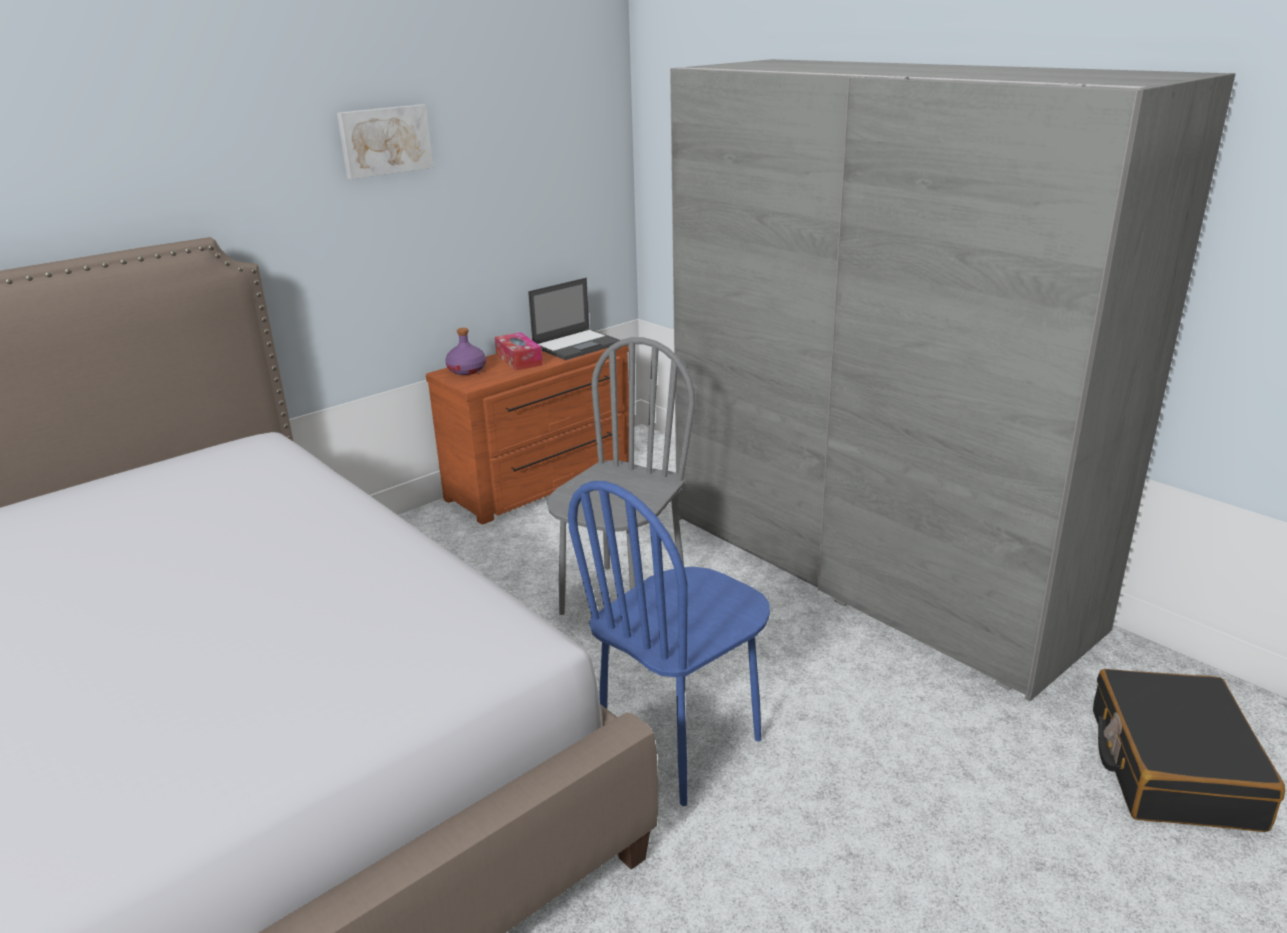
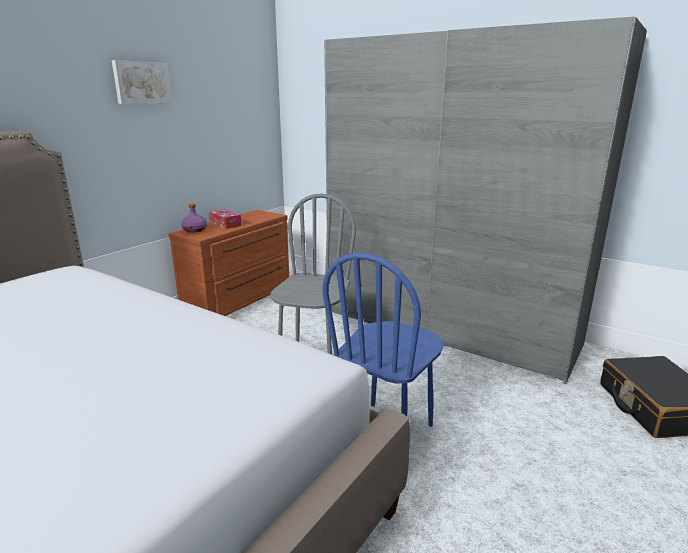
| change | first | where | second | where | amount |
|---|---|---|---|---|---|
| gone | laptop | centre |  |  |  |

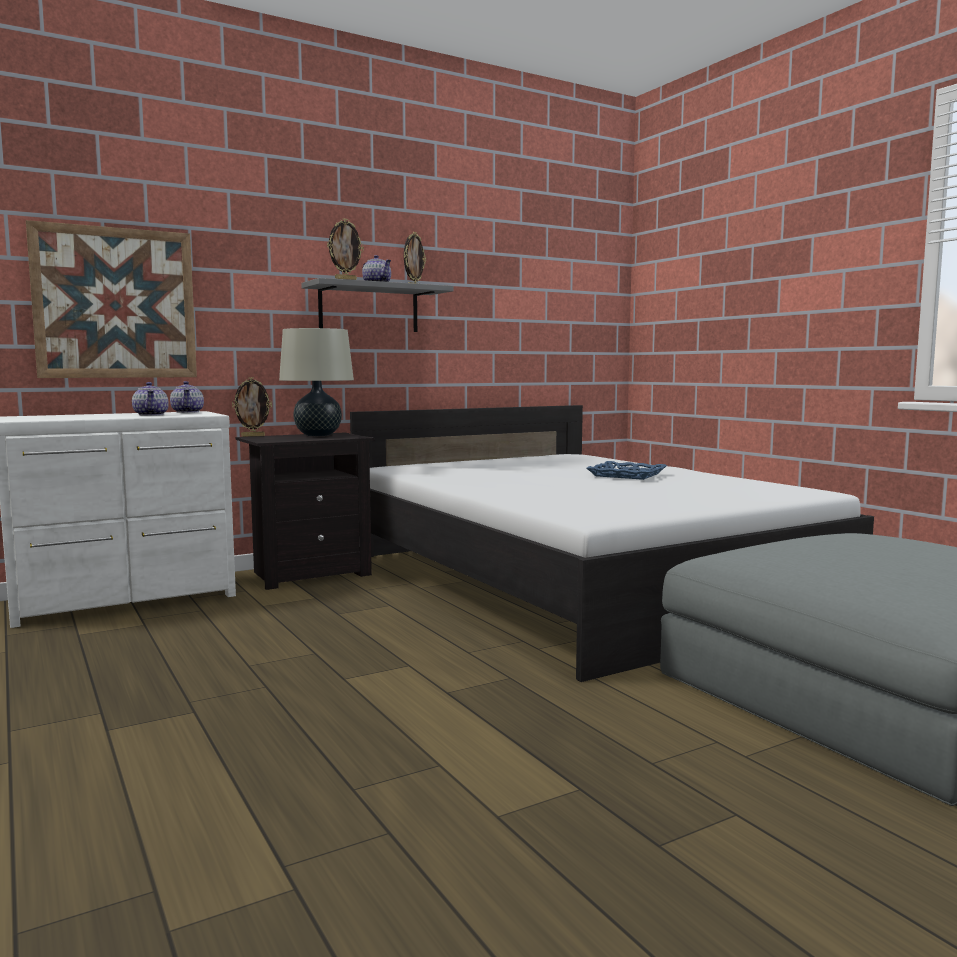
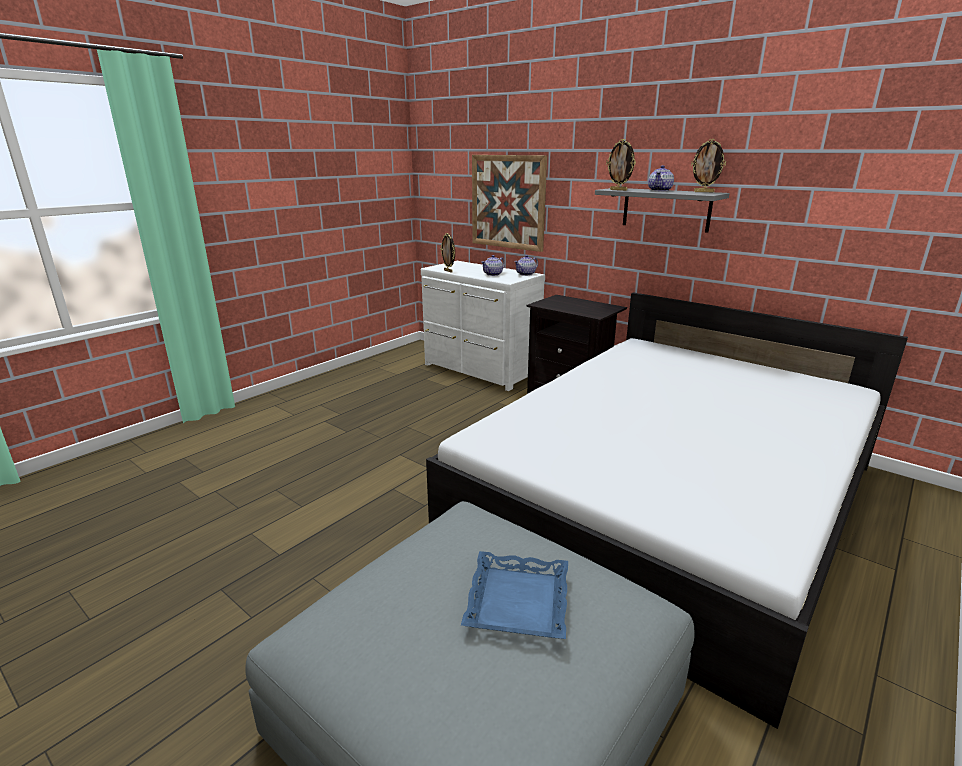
| change | first | where | second | where | amount |
|---|---|---|---|---|---|
| gone | table lamp in beige | middle left |  |  |  |
| shifted | picture frame (no. 1 from left) | middle left |  | top centre |  |
| shifted | tray in blue | centre |  | bottom centre |  |

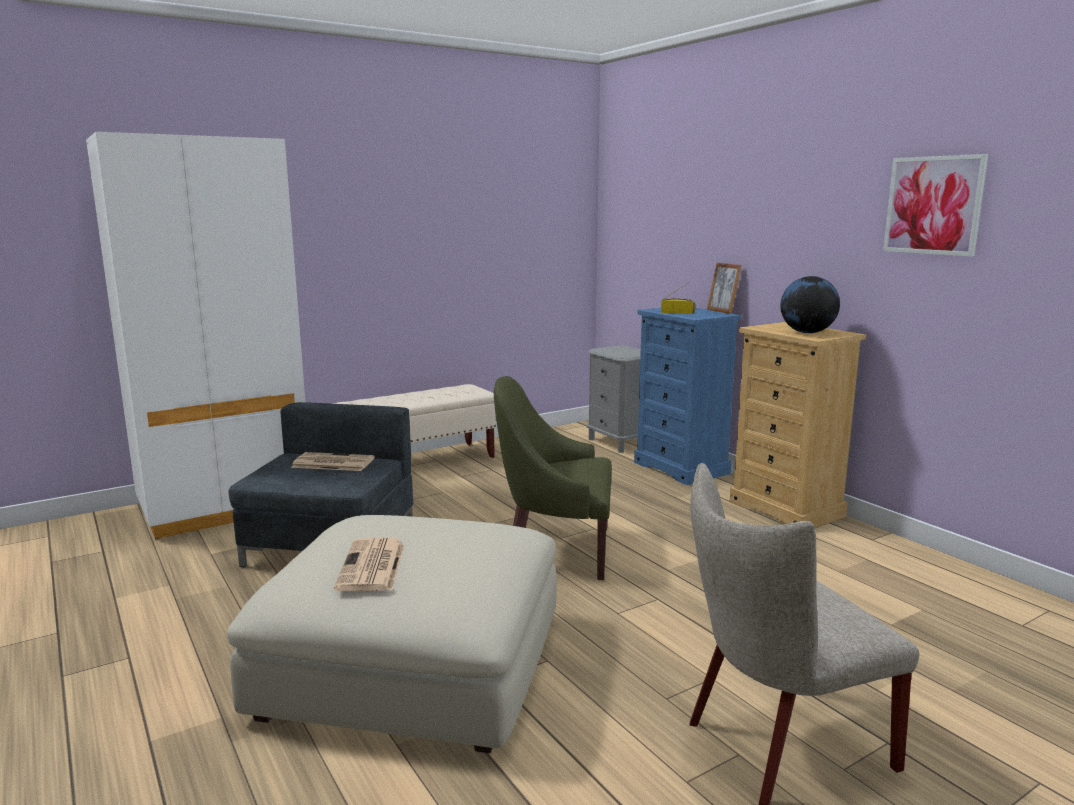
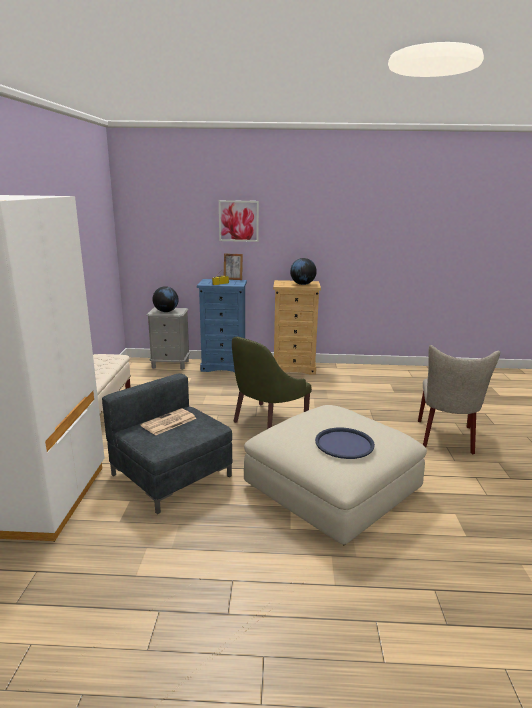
| change | first | where | second | where | amount |
|---|---|---|---|---|---|
| shifted | picture | top right |  | top centre |  |
| swapped | newspaper (no. 2 from left) | bottom centre | tray in blue | centre |  |
| new |  |  | globe (no. 1 from left) | middle left |  |

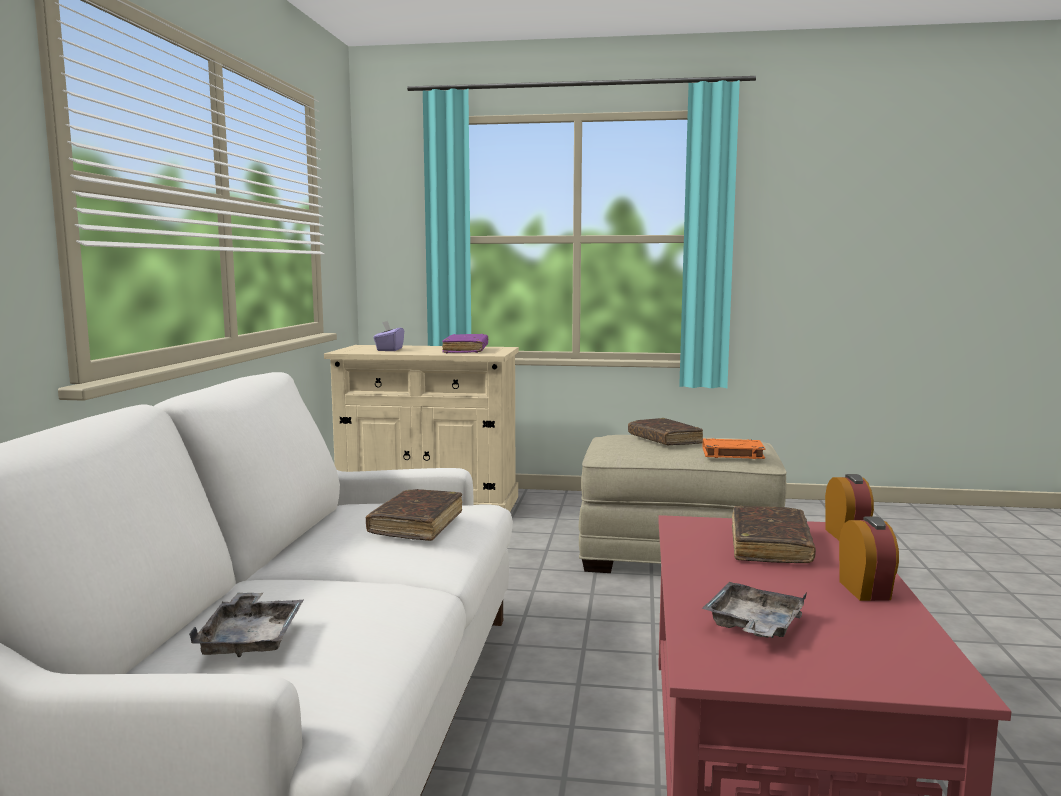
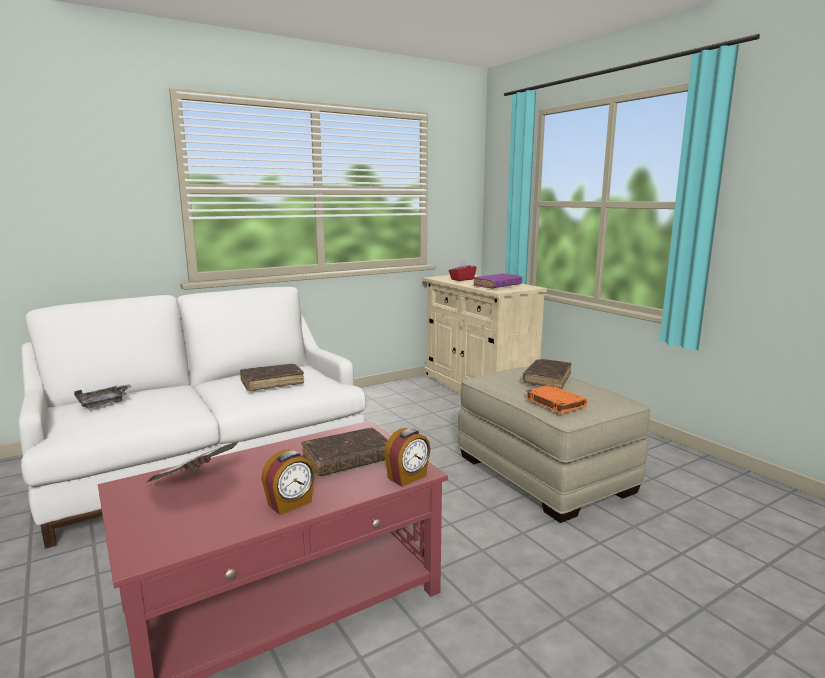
| change | first | where | second | where | amount |
|---|---|---|---|---|---|
| repainted | tissue box in purple | centre | tissue box in red | centre |  |
| swapped | tray in grey (no. 2 from left) | bottom right | newspaper | bottom left |  |

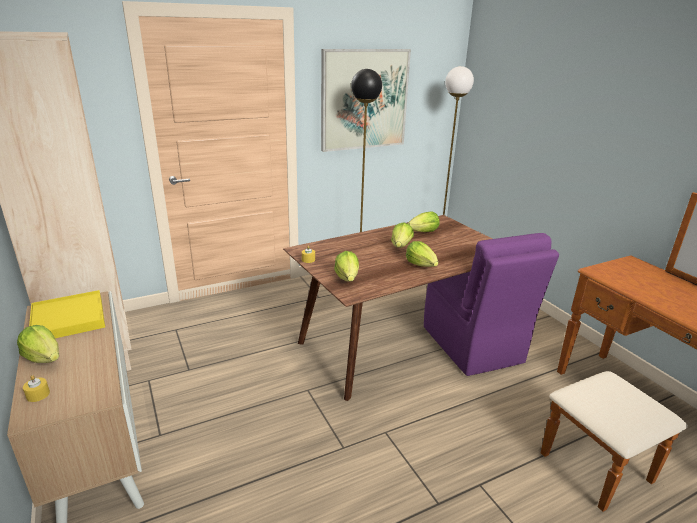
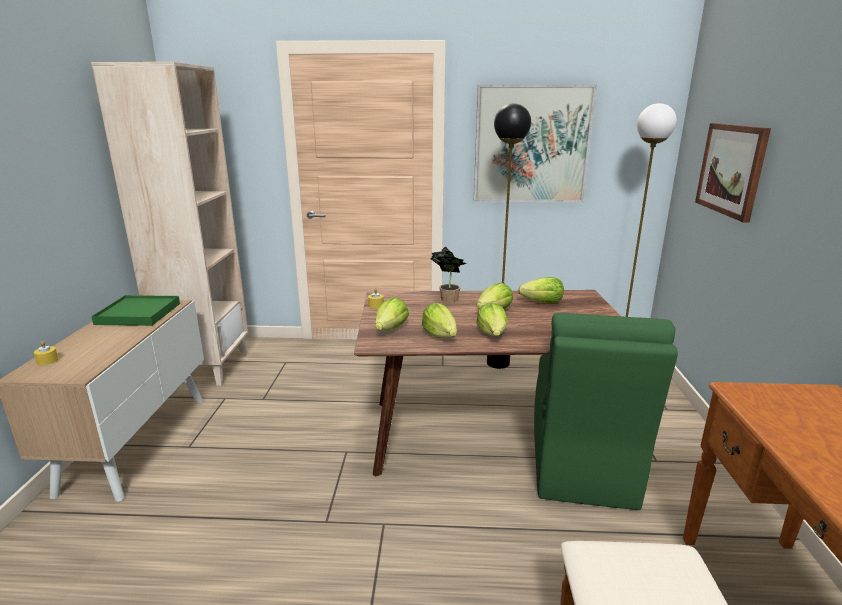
| change | first | where | second | where | amount |
|---|---|---|---|---|---|
| repainted | chair in purple | middle right | chair in green | bottom right |  |
| repainted | tray in yellow | middle left | tray in green | middle left |  |
| shifted | lettuce (no. 1 from left in the first image) | middle left | lettuce (no. 2 from left) | centre |  |
| new |  |  | picture (no. 2 from left) | top right |  |
| new |  |  | potted plant | centre |  |

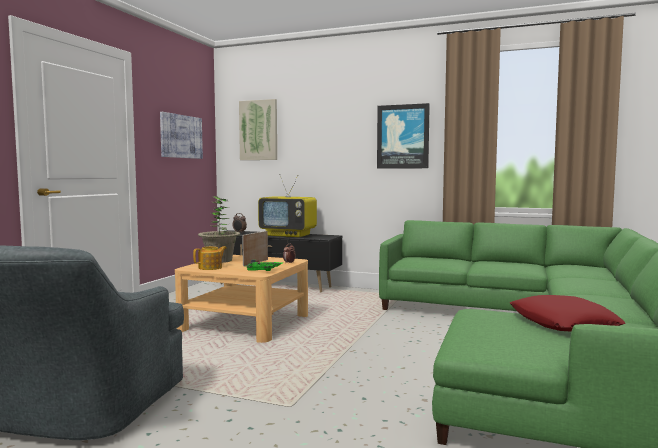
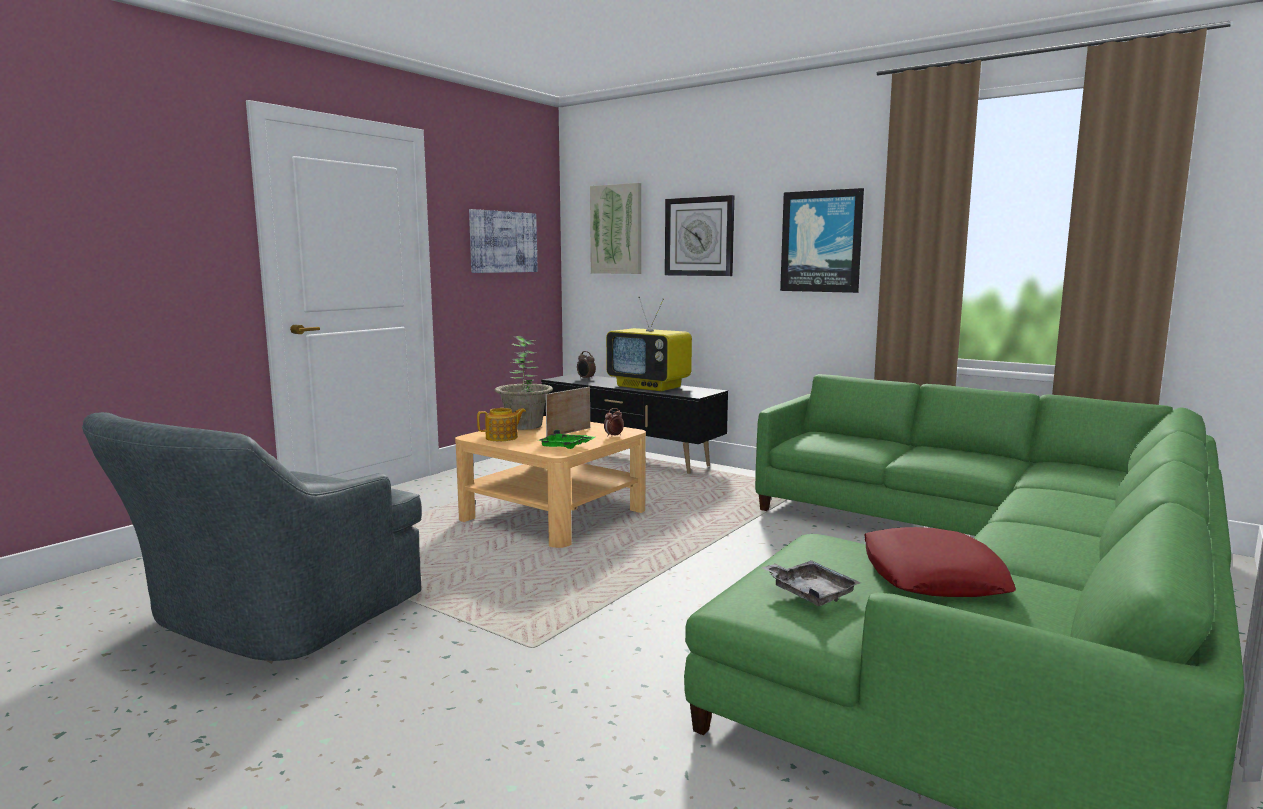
| change | first | where | second | where | amount |
|---|---|---|---|---|---|
| new |  |  | wall clock | top centre |  |
| new |  |  | tray in grey | bottom centre |  |

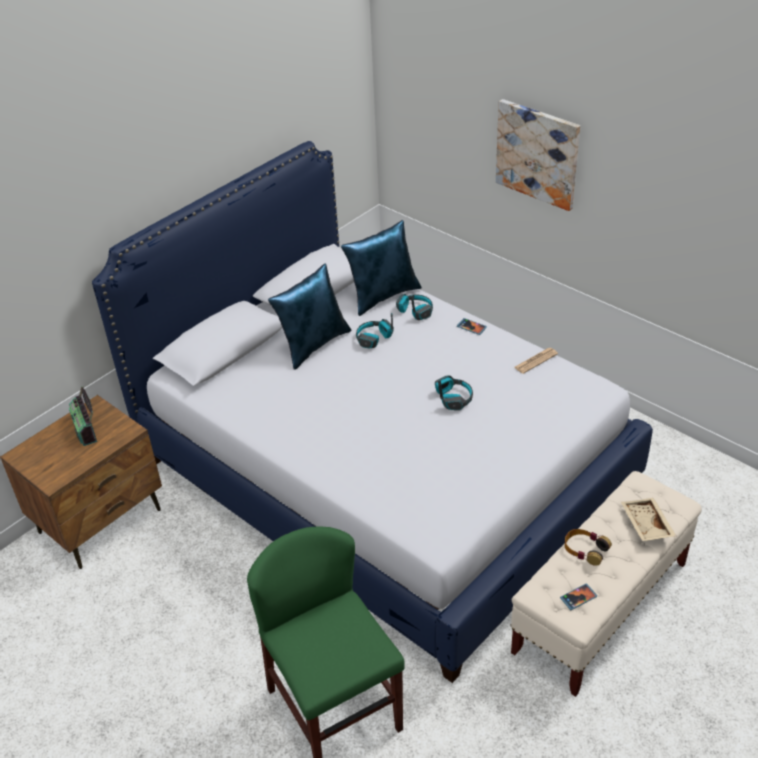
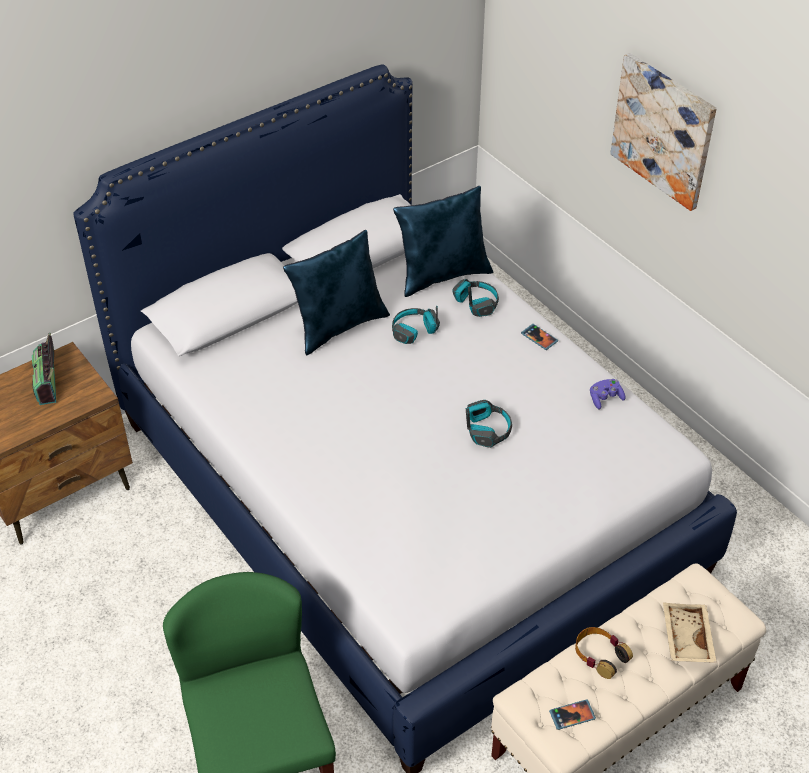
| change | first | where | second | where | amount |
|---|---|---|---|---|---|
| swapped | newspaper | middle right | game controller in purple | middle right |  |

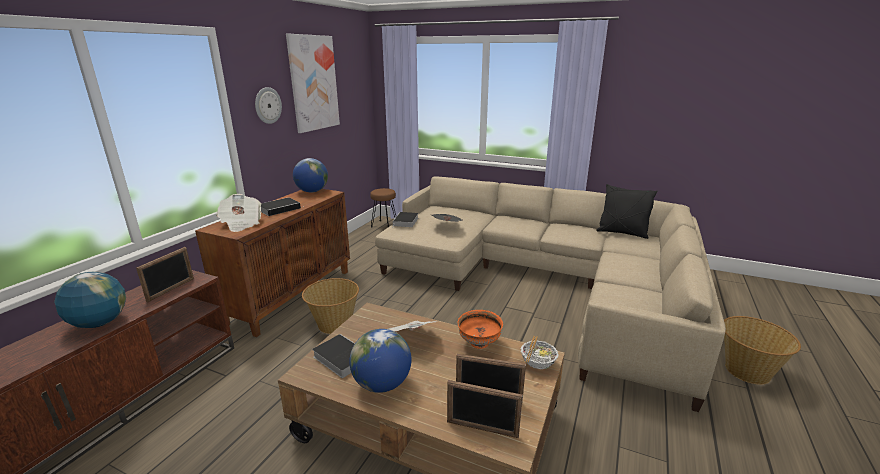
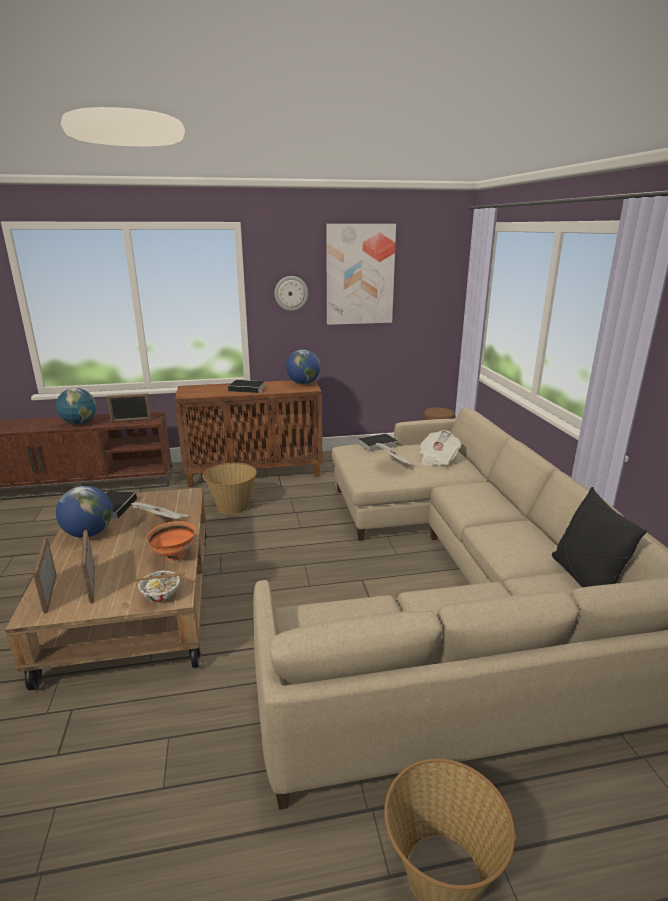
| change | first | where | second | where | amount |
|---|---|---|---|---|---|
| shifted | newspaper (no. 1 from left in the first image) | middle left | newspaper (no. 3 from left) | centre |  |

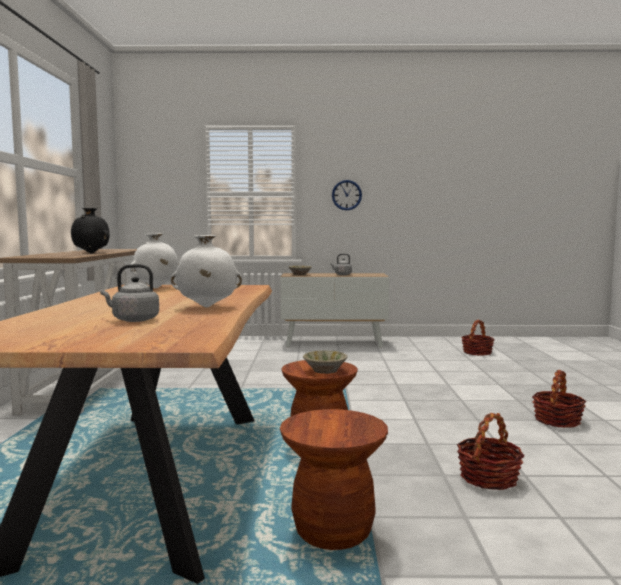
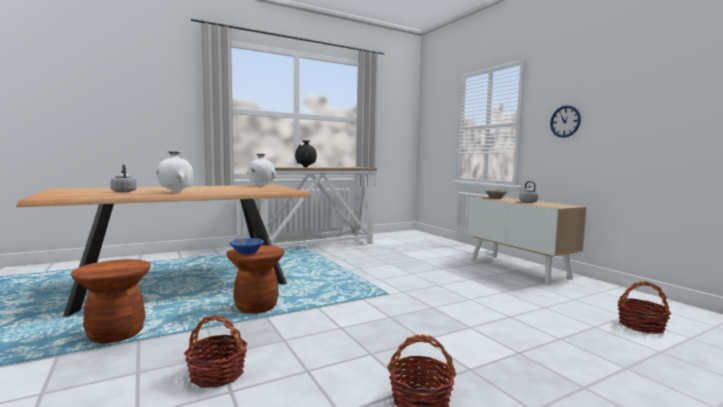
| change | first | where | second | where | amount |
|---|---|---|---|---|---|
| repainted | bowl in beige (no. 2 from left) | centre | bowl in blue | centre |  |

